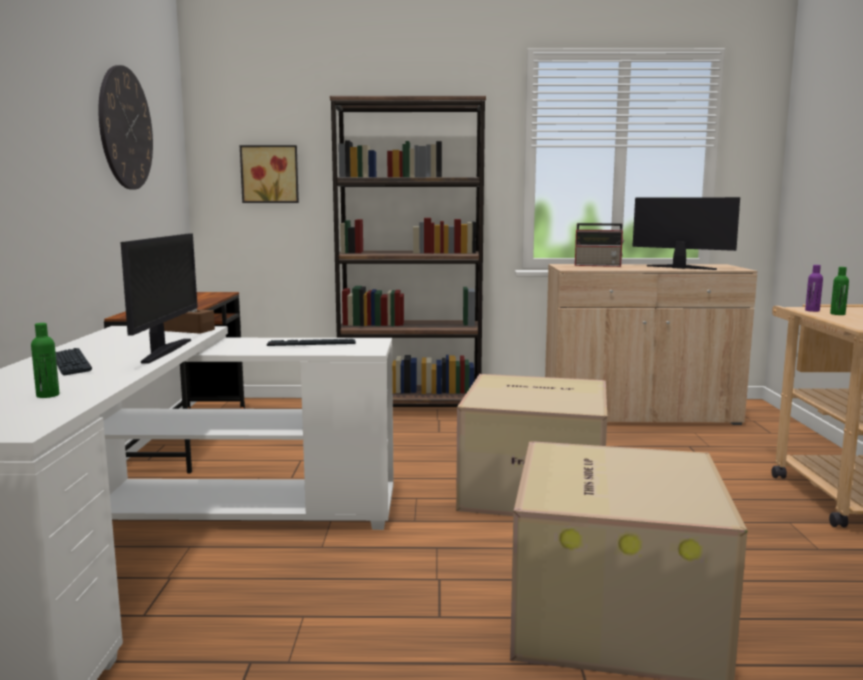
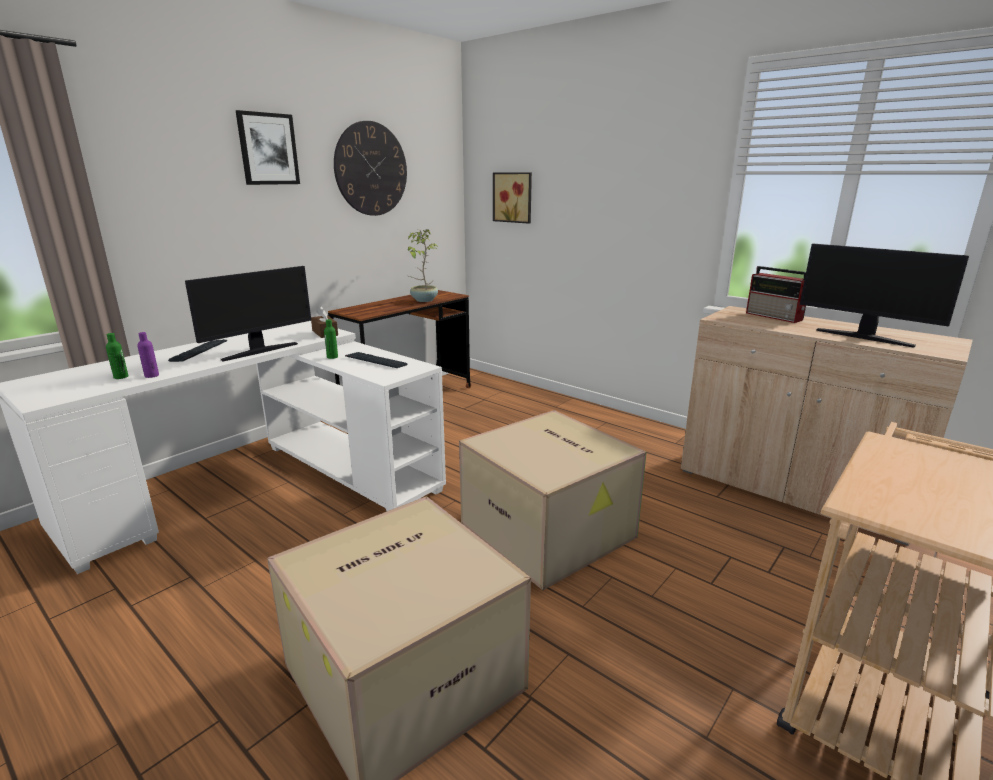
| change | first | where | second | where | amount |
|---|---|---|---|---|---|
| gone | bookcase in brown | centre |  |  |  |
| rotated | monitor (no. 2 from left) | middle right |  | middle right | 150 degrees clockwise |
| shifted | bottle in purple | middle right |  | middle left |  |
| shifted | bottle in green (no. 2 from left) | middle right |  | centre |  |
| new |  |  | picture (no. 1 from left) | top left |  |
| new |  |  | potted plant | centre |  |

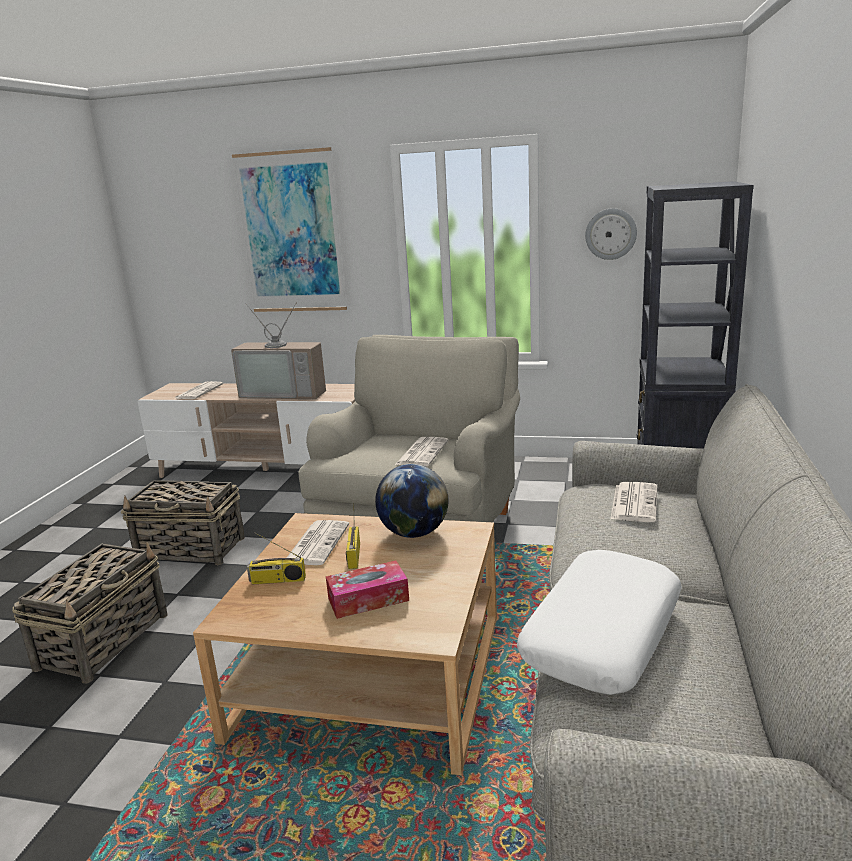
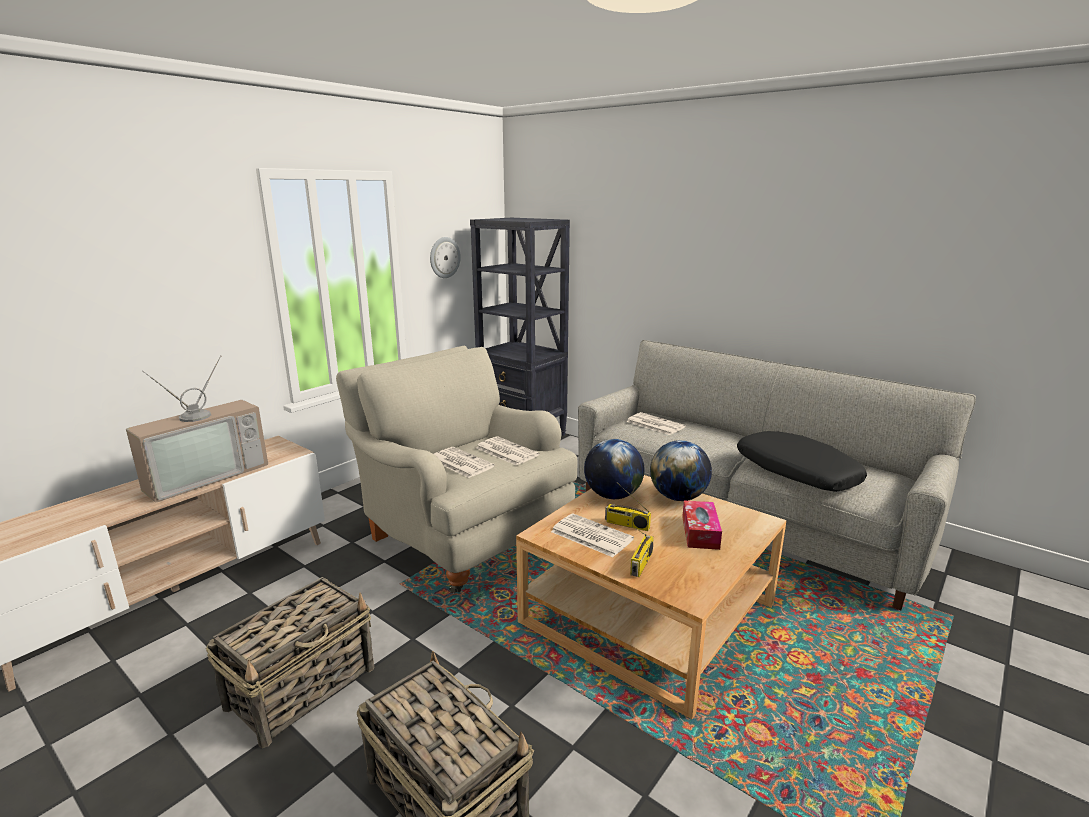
| change | first | where | second | where | amount |
|---|---|---|---|---|---|
| gone | picture | top centre |  |  |  |
| shifted | newspaper (no. 1 from left) | middle left |  | centre |  |
| repainted | pillow in white | bottom right | pillow in black | middle right |  |
| new |  |  | globe (no. 2 from left) | centre |  |

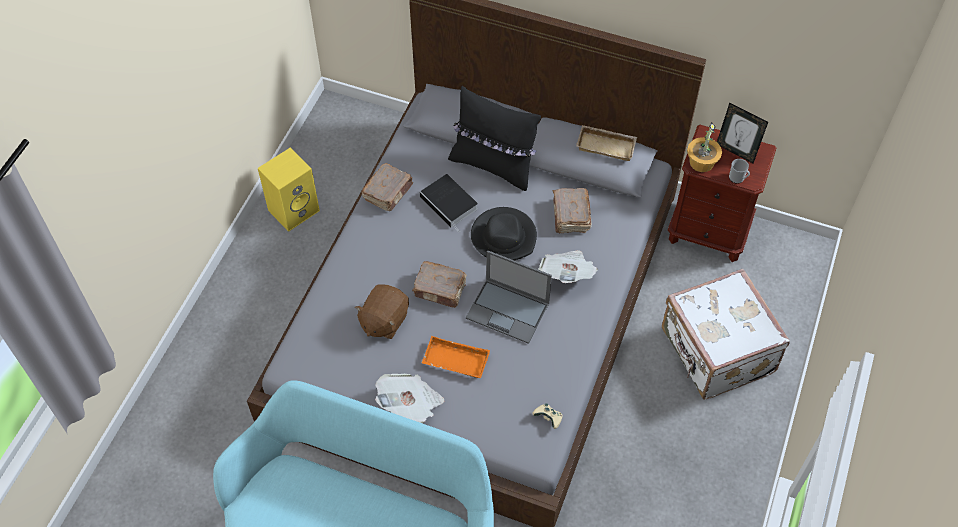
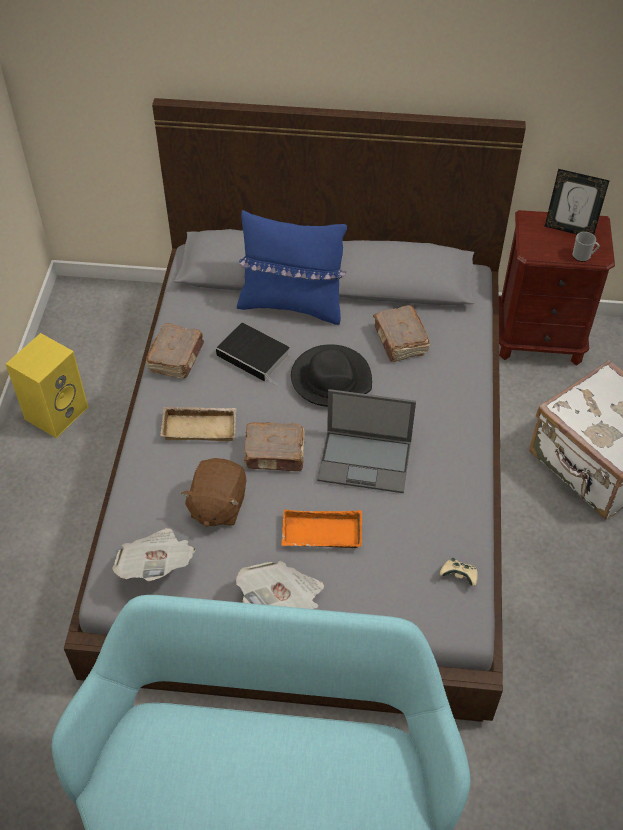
| change | first | where | second | where | amount |
|---|---|---|---|---|---|
| repainted | pillow in black | top centre | pillow in blue | top centre |  |
| gone | potted plant | top right |  |  |  |
| shifted | tray in beige | top centre |  | middle left |  |
| shifted | newspaper (no. 2 from left in the first image) | centre | newspaper (no. 1 from left) | bottom left |  |

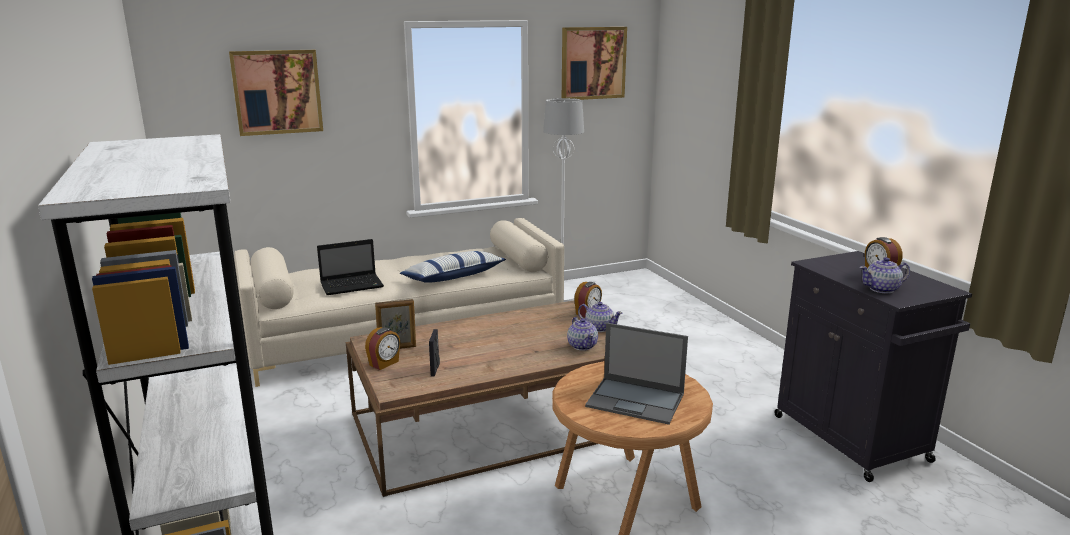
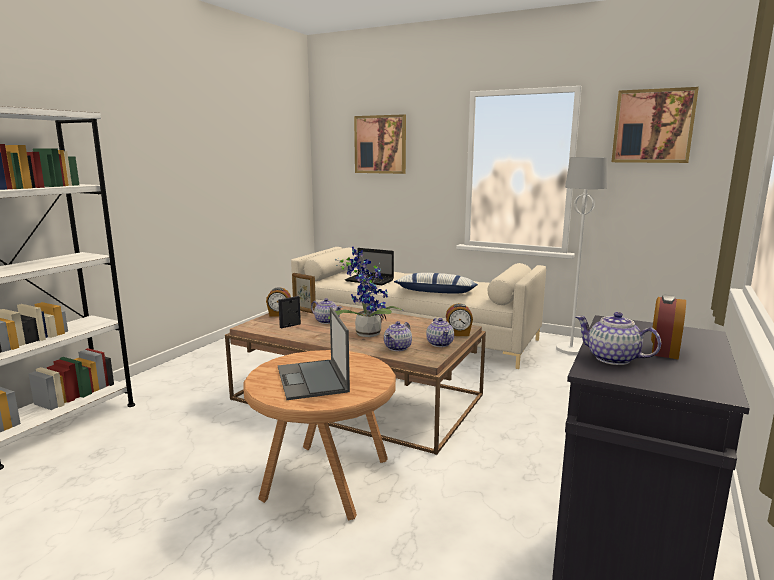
| change | first | where | second | where | amount |
|---|---|---|---|---|---|
| new |  |  | potted plant | centre |  |
| new |  |  | teapot (no. 1 from left) | centre |  |

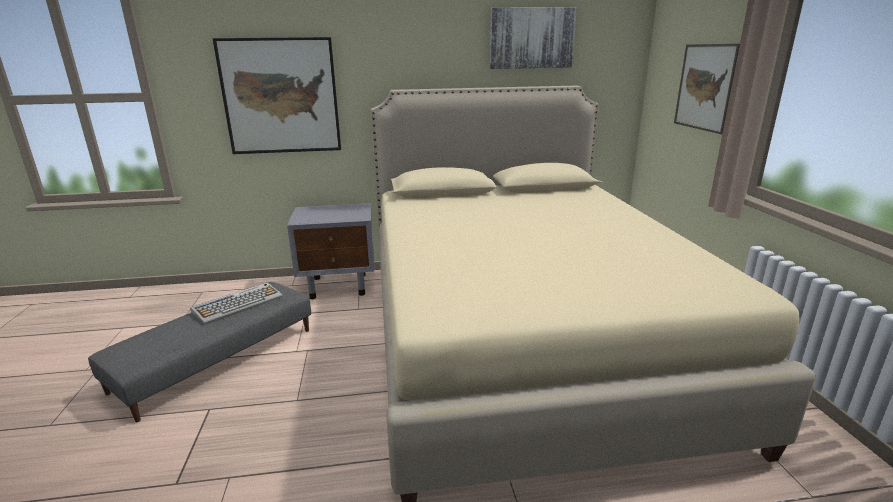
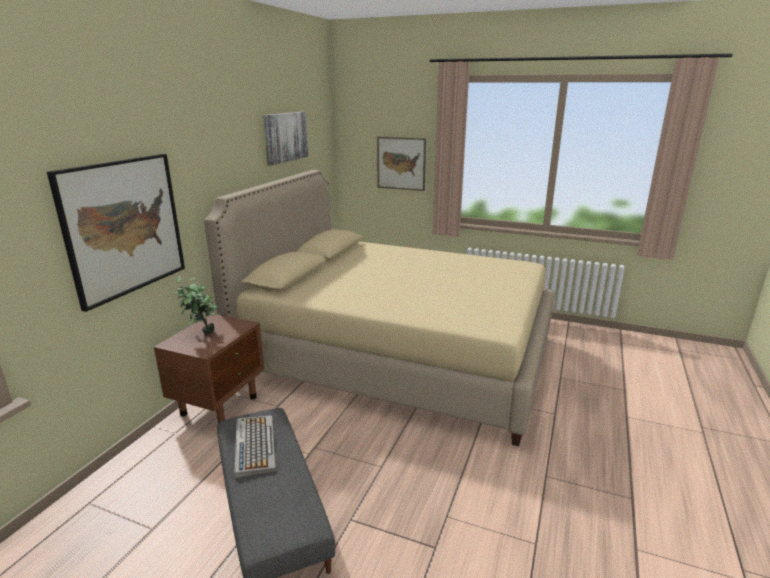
| change | first | where | second | where | amount |
|---|---|---|---|---|---|
| repainted | nightstand in grey | centre | nightstand in brown | middle left |  |
| new |  |  | potted plant | middle left |  |

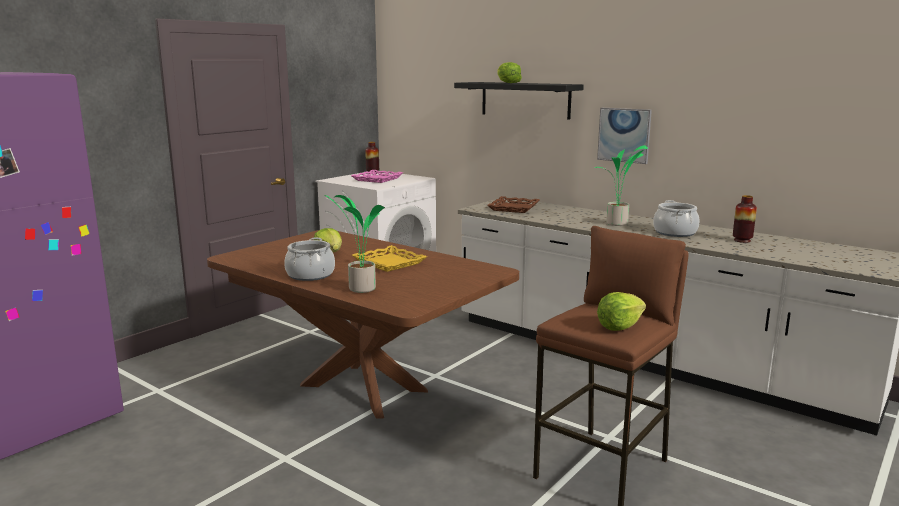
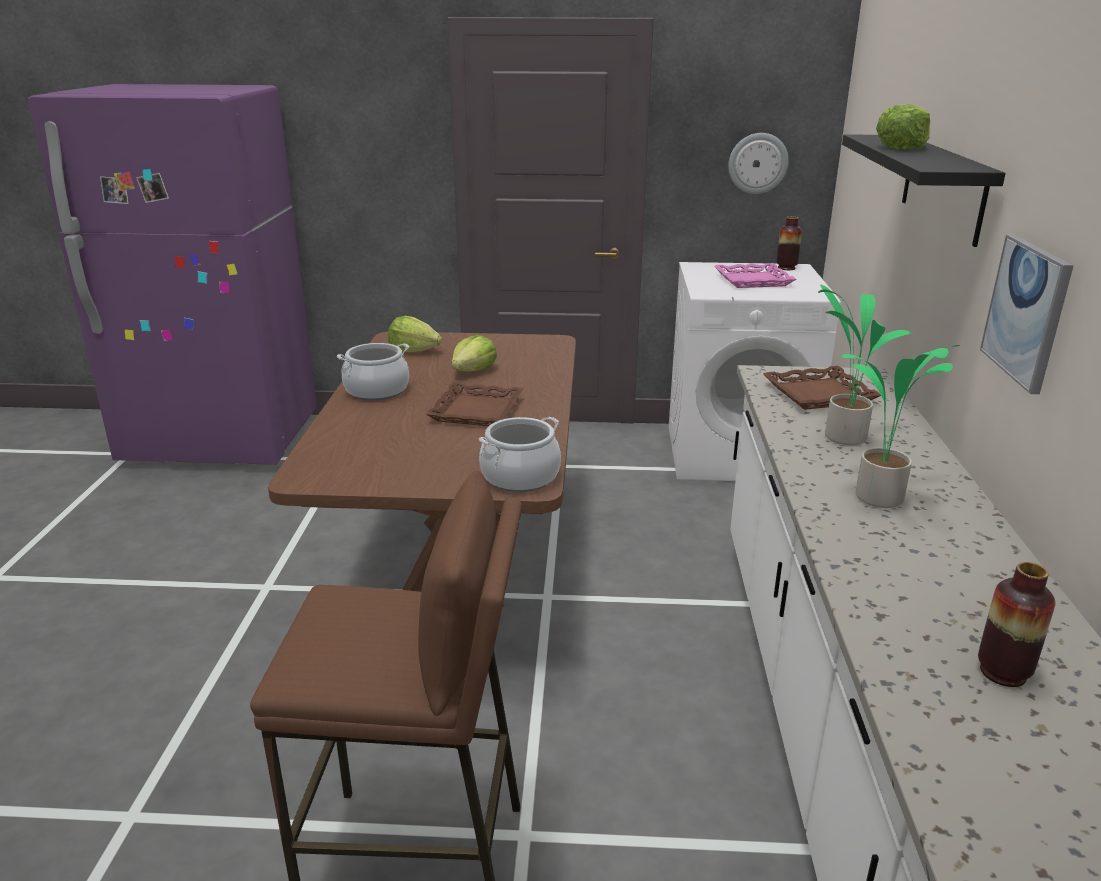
| change | first | where | second | where | amount |
|---|---|---|---|---|---|
| shifted | potted plant (no. 1 from left) | centre |  | middle right |  |
| shifted | cooking pot (no. 2 from left) | middle right |  | centre |  |
| repainted | tray in yellow | centre | tray in brown (no. 1 from left) | centre |  |
| shifted | lettuce (no. 3 from left in the first image) | middle right | lettuce (no. 1 from left) | centre |  |
| new |  |  | wall clock | top right |  |

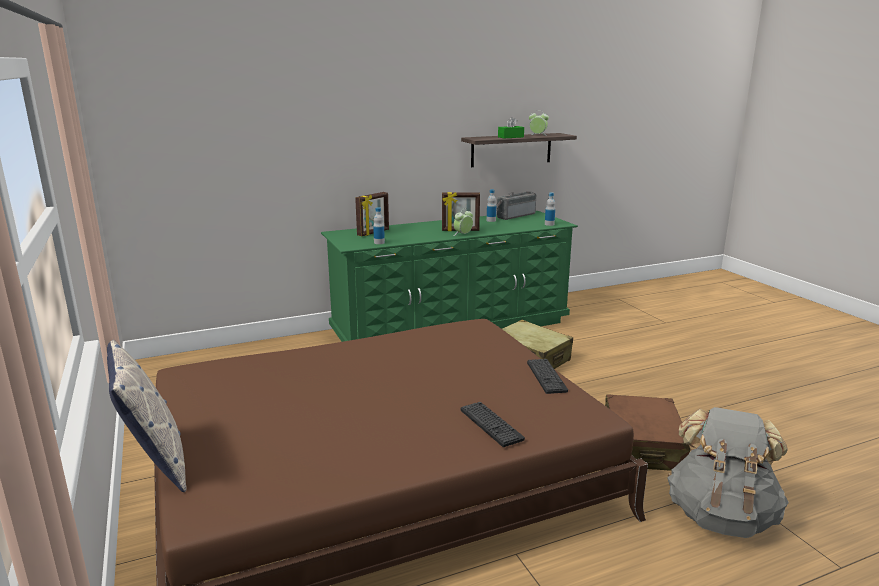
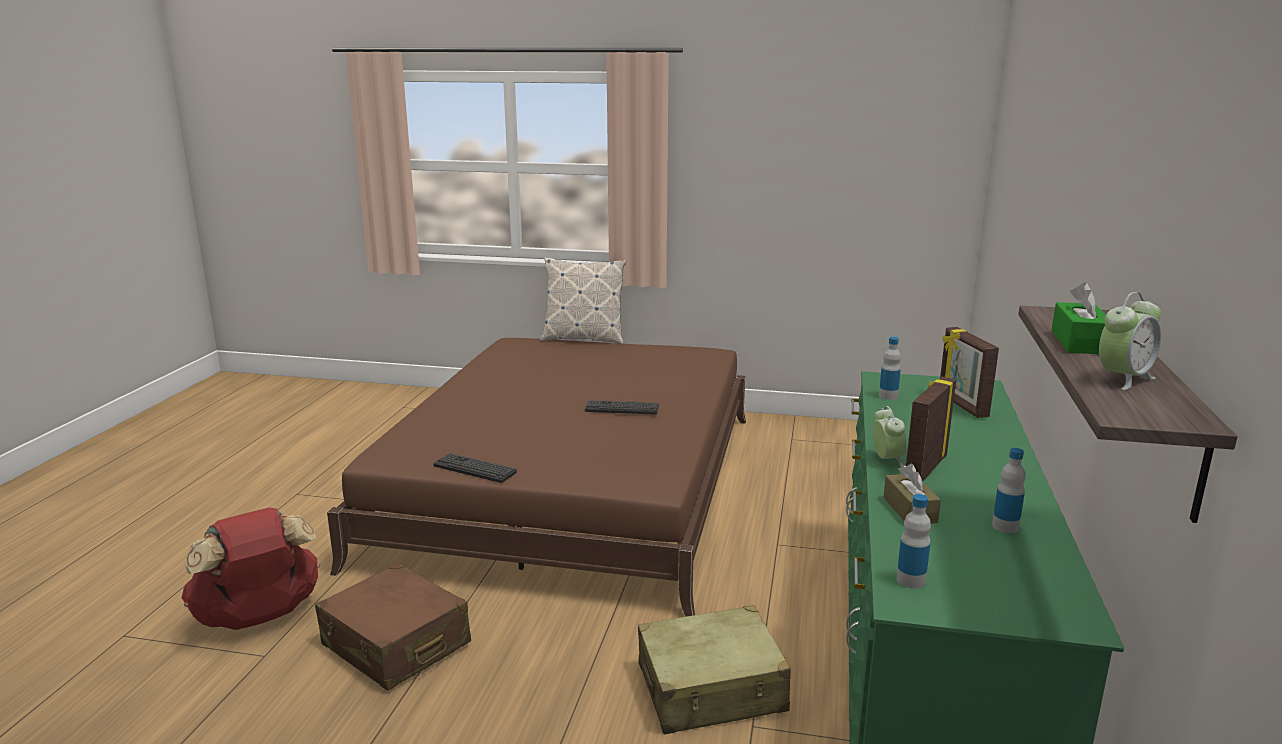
| change | first | where | second | where | amount |
|---|---|---|---|---|---|
| gone | radio | centre |  |  |  |
| shifted | keyboard (no. 1 from left in the first image) | bottom centre | keyboard (no. 2 from left) | centre |  |
| repainted | backpack in grey | bottom right | backpack in red | bottom left |  |
| new |  |  | tissue box in brown | middle right |  |

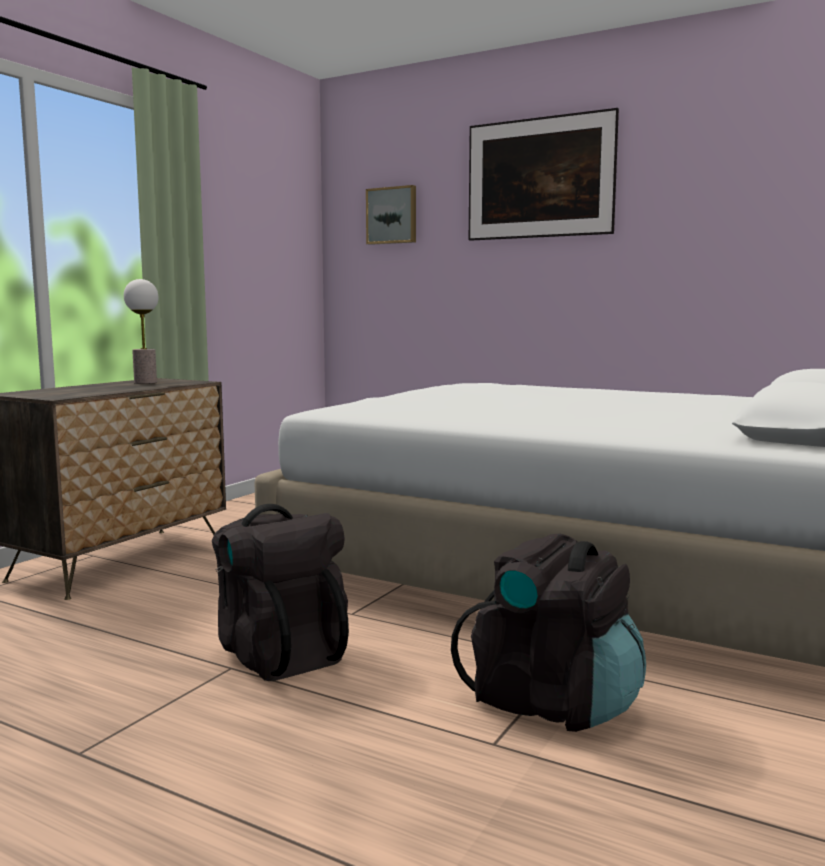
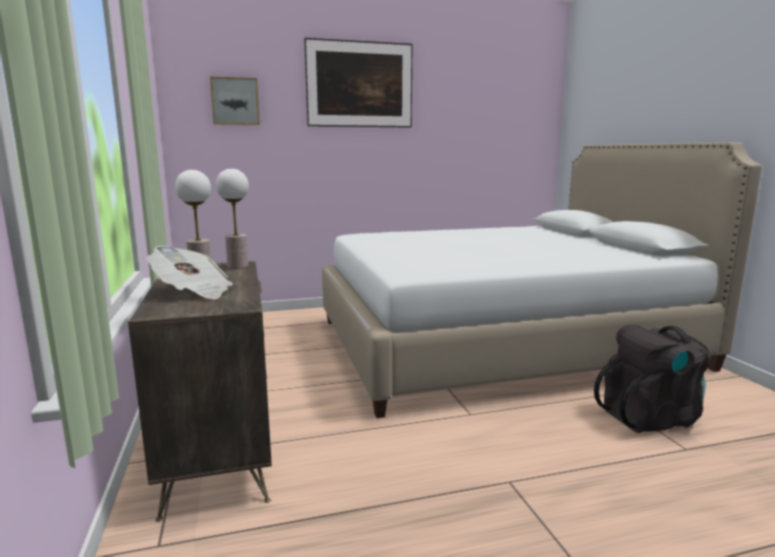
| change | first | where | second | where | amount |
|---|---|---|---|---|---|
| gone | backpack in black (no. 1 from left) | bottom centre |  |  |  |
| new |  |  | table lamp (no. 2 from left) | middle left |  |
| new |  |  | newspaper | middle left |  |

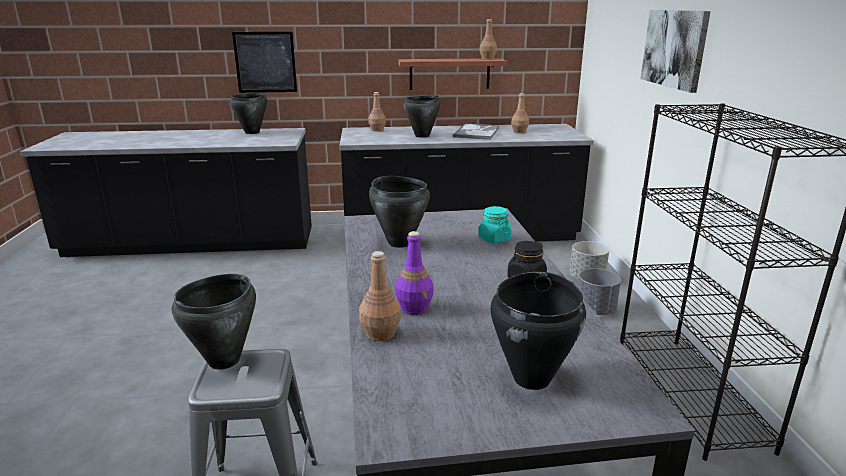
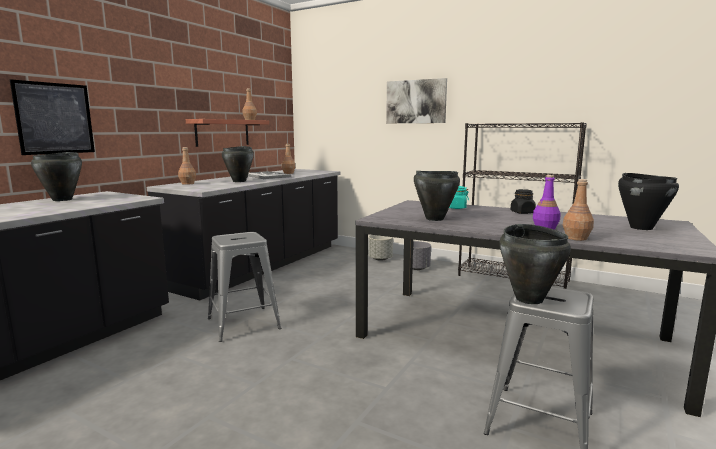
| change | first | where | second | where | amount |
|---|---|---|---|---|---|
| new |  |  | stool in grey (no. 1 from left) | centre |  |

